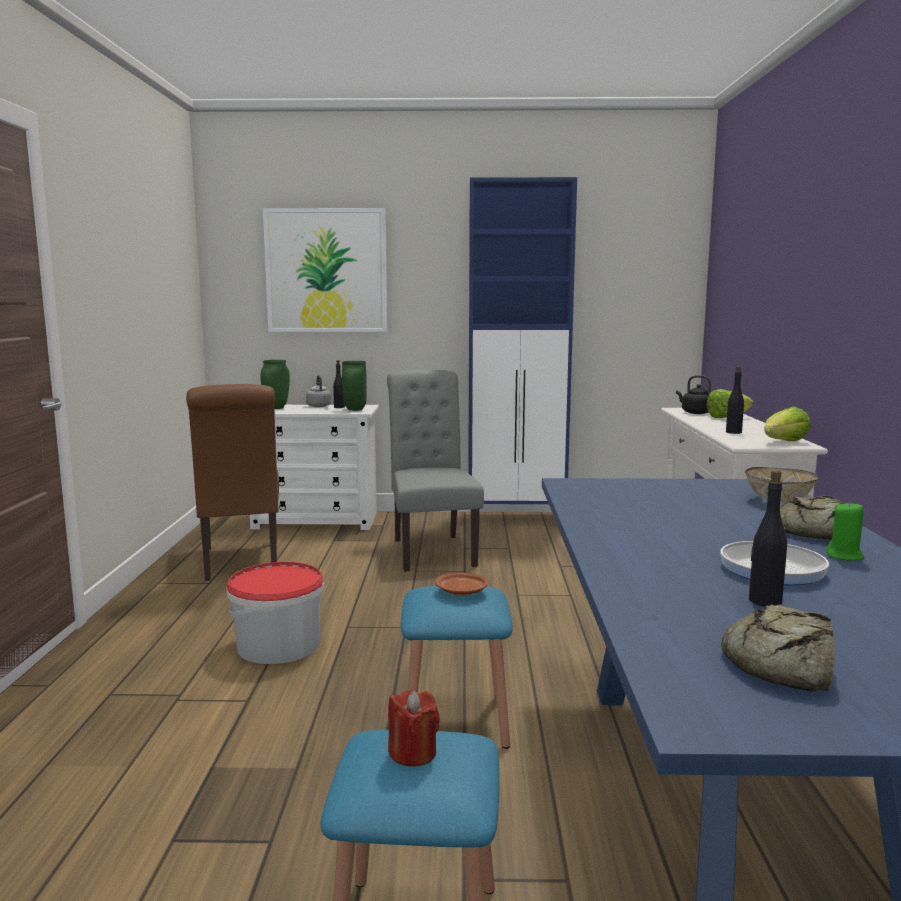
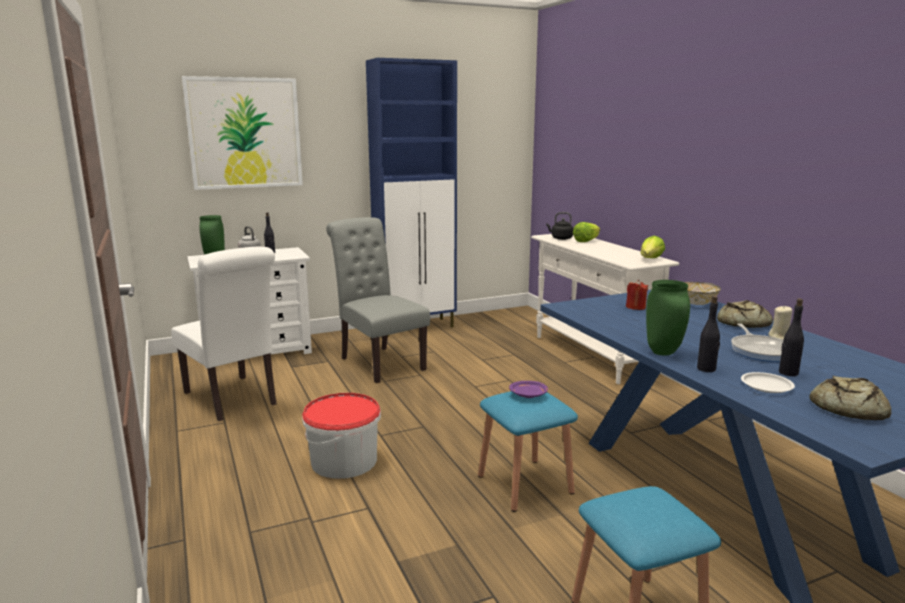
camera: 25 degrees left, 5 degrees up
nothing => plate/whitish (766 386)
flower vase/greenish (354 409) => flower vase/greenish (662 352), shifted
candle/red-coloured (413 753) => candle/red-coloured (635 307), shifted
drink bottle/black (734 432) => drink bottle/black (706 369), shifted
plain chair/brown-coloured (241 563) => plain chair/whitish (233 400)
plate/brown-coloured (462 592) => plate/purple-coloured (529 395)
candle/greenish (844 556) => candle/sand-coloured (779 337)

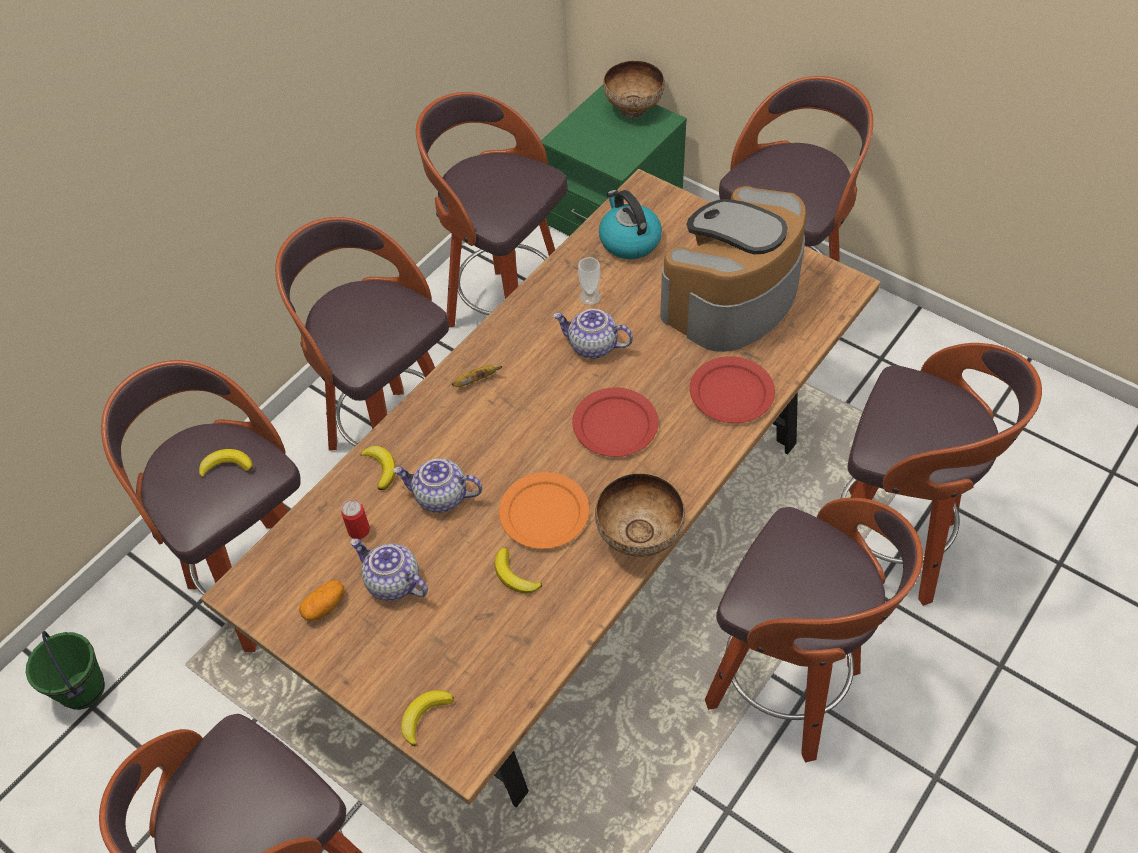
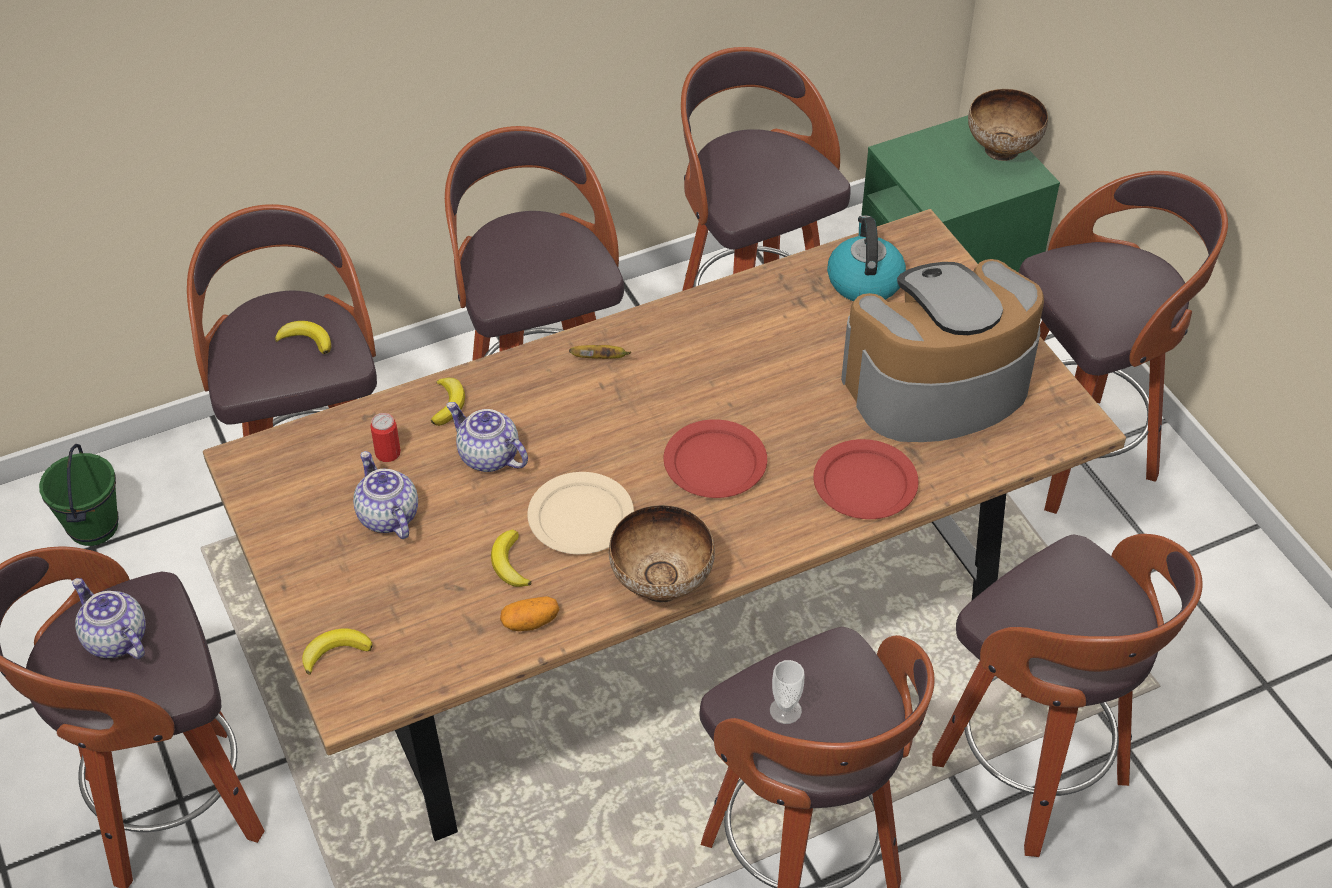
camera: 25 degrees right, 5 degrees down
spud (324 606) => spud (530 622), shifted
pot for tea (592 346) => pot for tea (115 639), shifted
small cup (590 297) => small cup (785 710), shifted
plate/orange (544 512) => plate/sand-coloured (581 516)

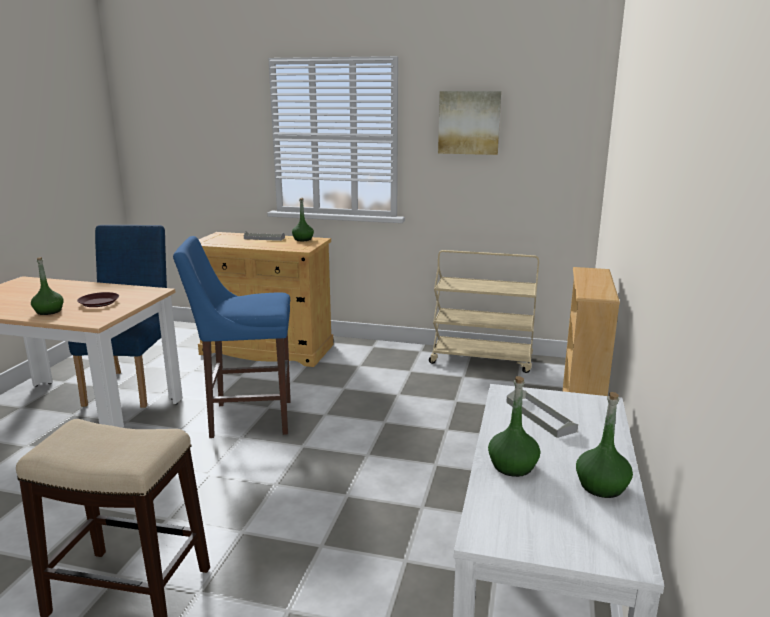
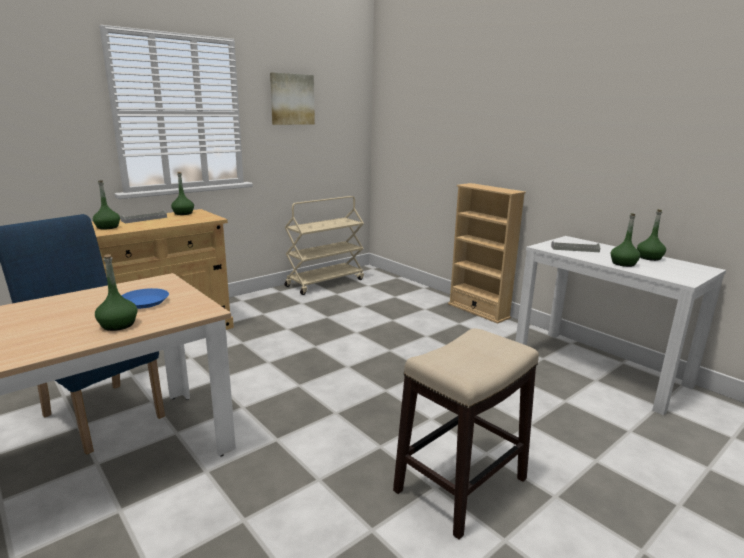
camera: 55 degrees left, 0 degrees up
stool seat/blue-coloured (246 418) => nothing
nothing => drink bottle/greenish (107 227)
plate/brown-coloured (99 302) => plate/blue-coloured (144 302)

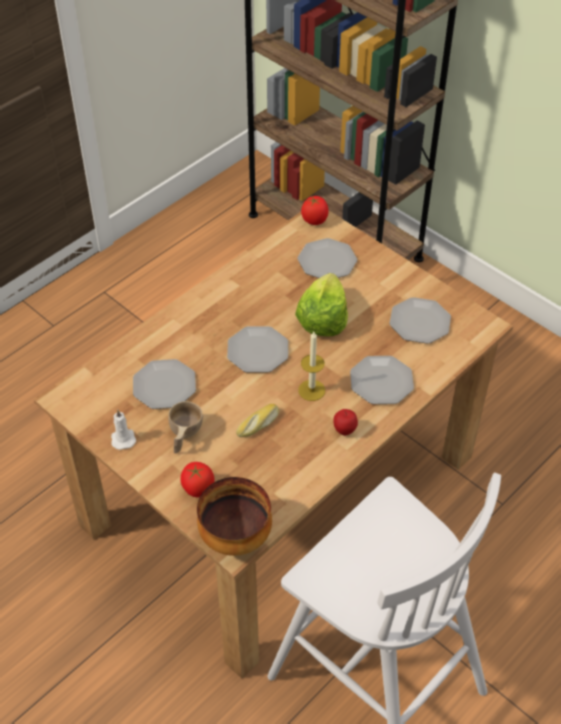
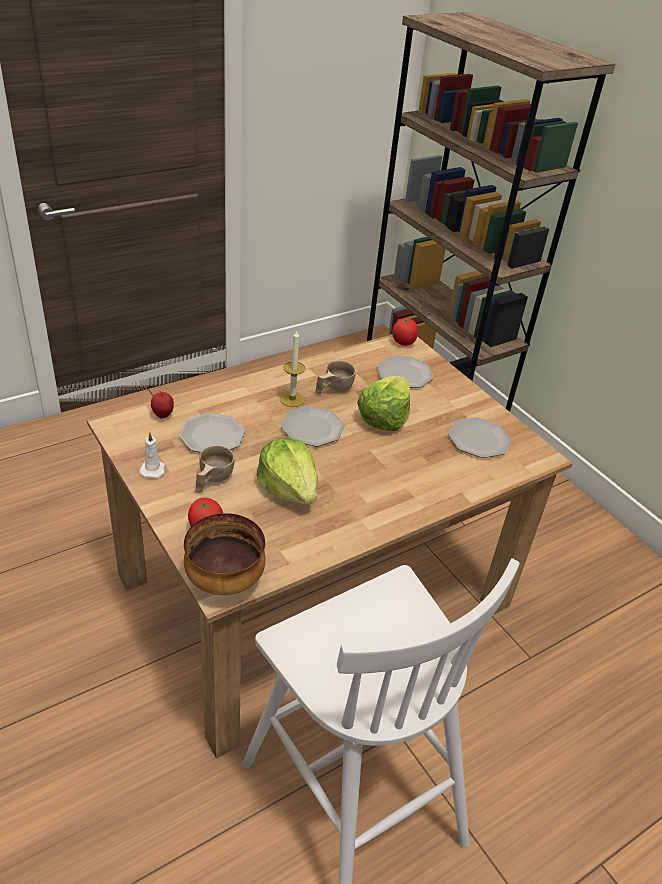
camera: 10 degrees right, 10 degrees down
plate (381 381) => nothing
nothing => small cup/sand-coloured (333 389)
candle (311 390) => candle (292 399), shifted
apple fruit (344 431) => apple fruit (163 416), shifted
baked bread (258 425) => lettuce head (289 488)

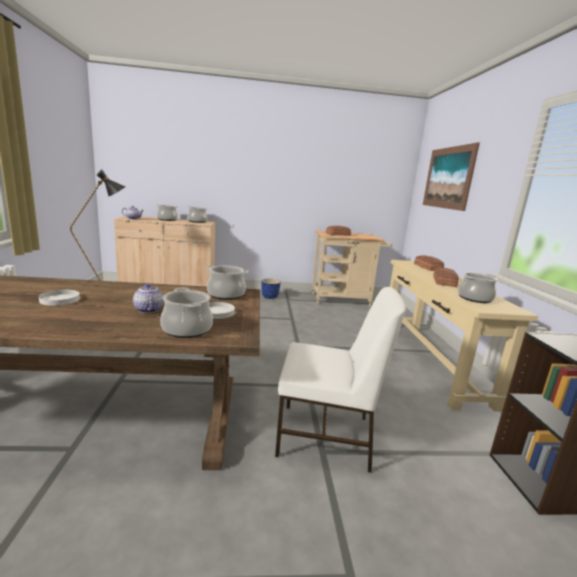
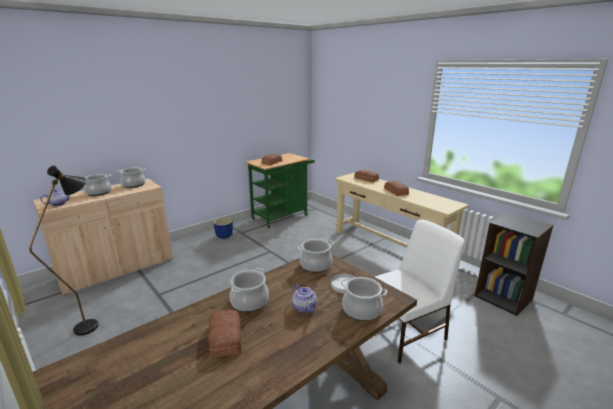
camera: 35 degrees left, 5 degrees up
picture (448 178) => nothing
cooking pot (475 298) => cooking pot (249 302), shifted
plate/whitish (59 299) => baked bread (224 338)
cart/sand-coloured (344 300) => cart/greenish (282 216)
pot for tea (148 310) => pot for tea (305 308), 150 degrees counterclockwise

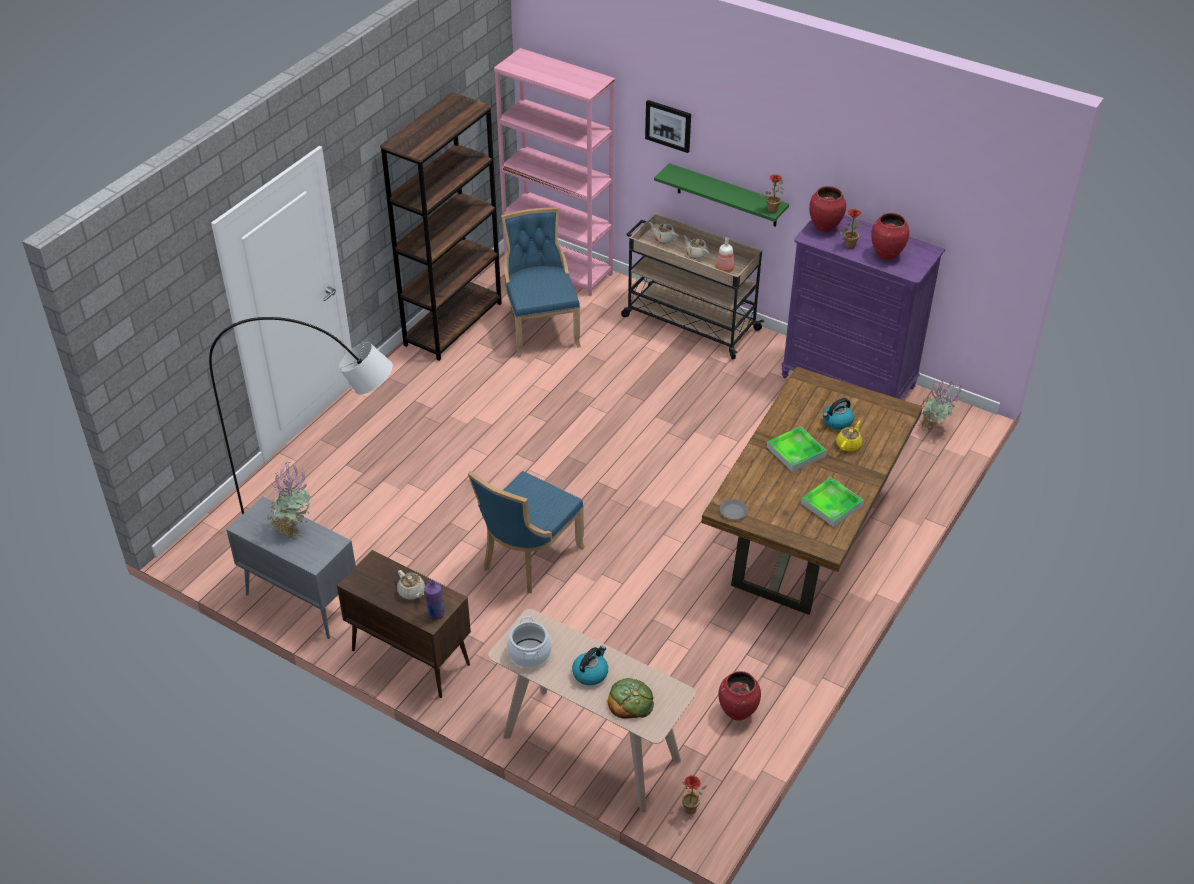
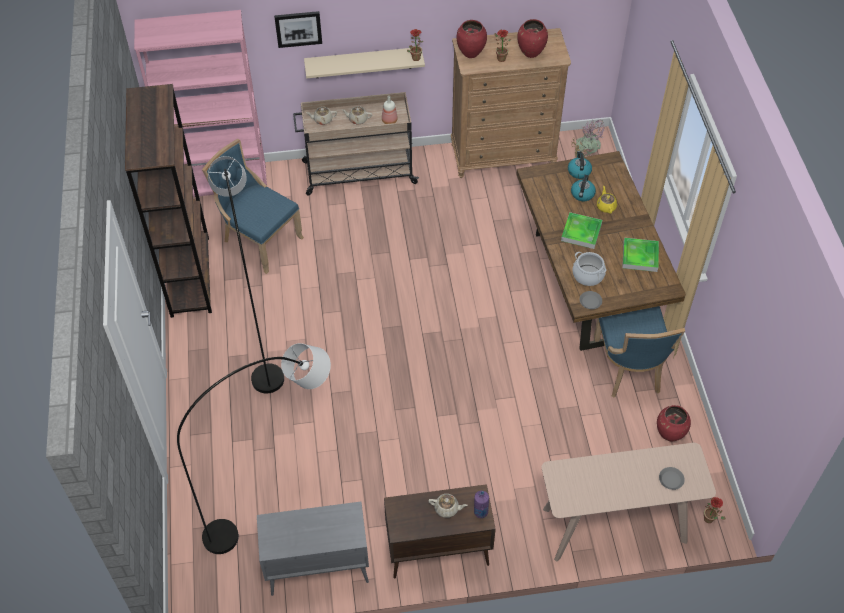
camera: 40 degrees left, 10 degrees up
plant in a pot (293 528) => nothing
nothing => floor lamp/greyish (258 331)
plain chair/blue-coloured (528 558) => plain chair/blue-coloured (629 370), shifted
cooking pot (529 653) => cooking pot (588 275), shifted
tea kettle (590 673) => tea kettle (579 171), shifted
baked bread (630 701) => plate/greyish (671 479)
wall shelf/greenish (727 196) => wall shelf/sand-coloured (363 62)
drawer chest/purple-coloured (848 382) => drawer chest/brown-coloured (503 156)

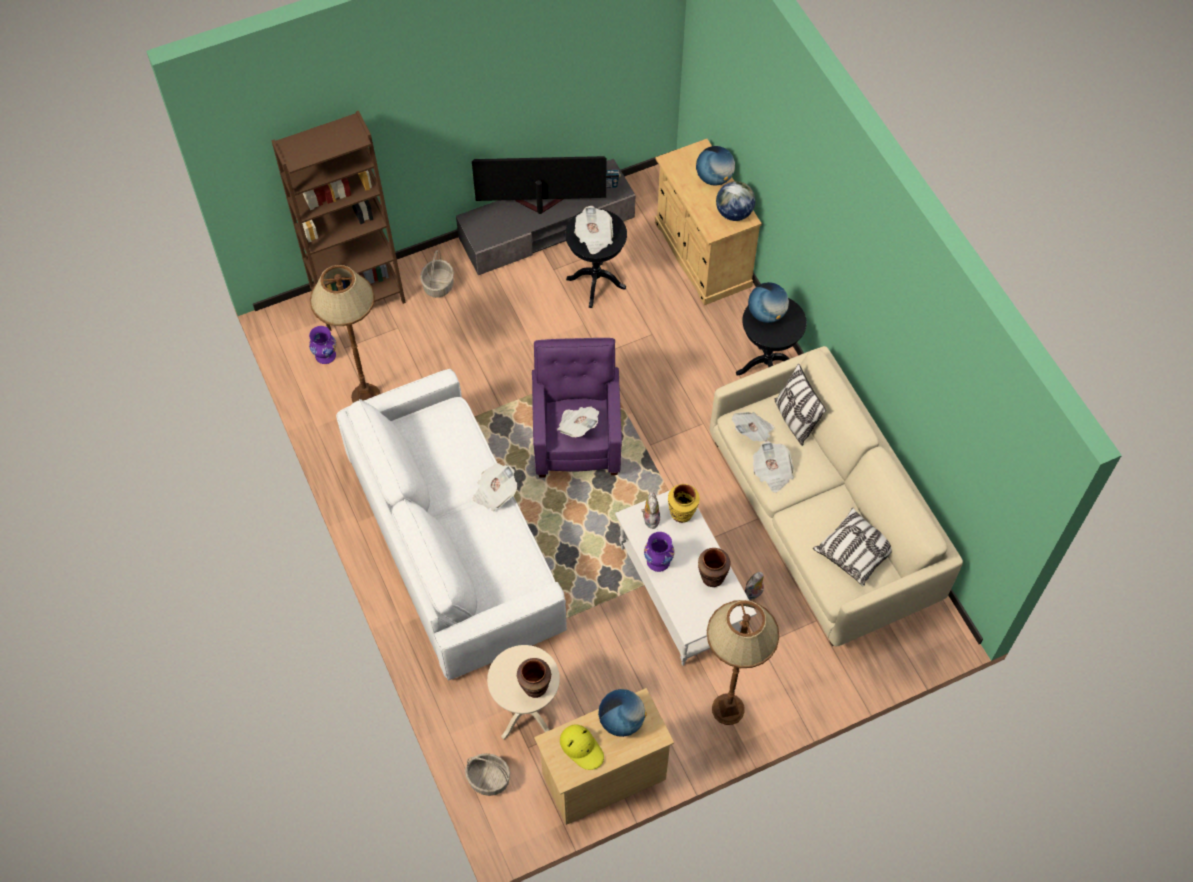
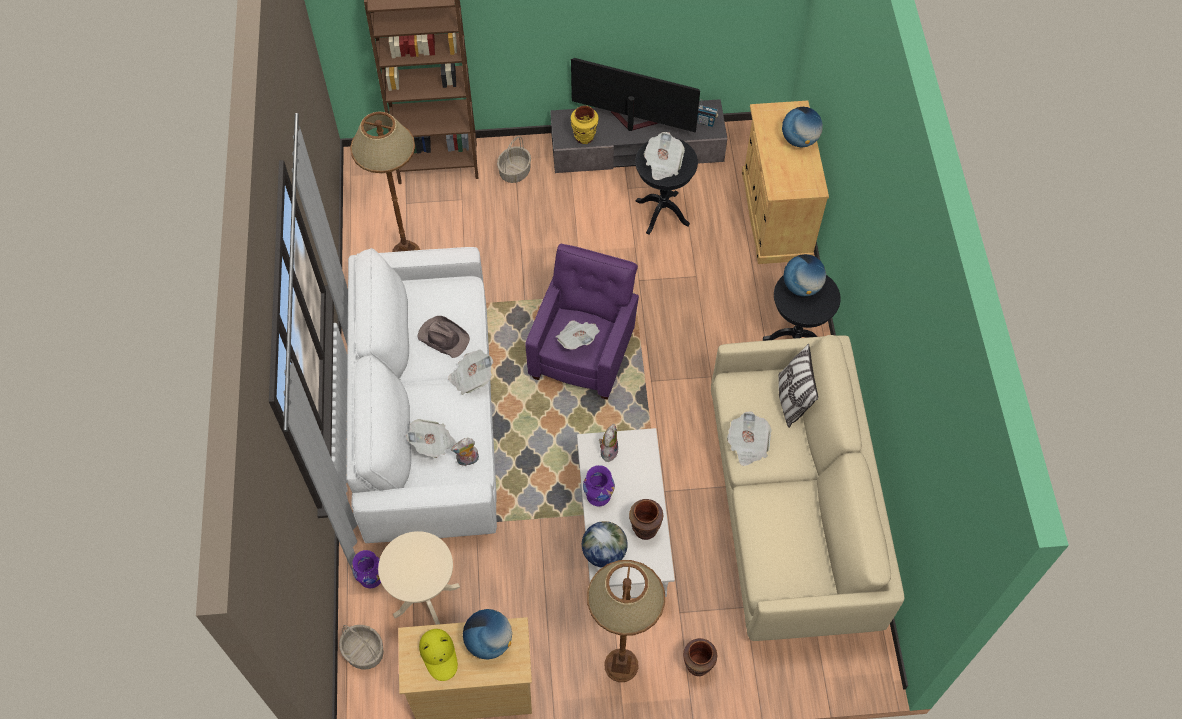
camera: 20 degrees right, 0 degrees up
throw pillow (855 551) => nothing
nothing => wearable hat/brown-coloured (443 337)
flower vase/purple-coloured (325 355) => flower vase/purple-coloured (371 577), shifted
flower vase/brown-coloured (535 687) => flower vase/brown-coloured (697 665), shifted
flower vase/yellow (682 513) => flower vase/yellow (584 137), shifted
world globe (734 213) => world globe (604 552), shifted
printed paper (753 432) => printed paper (433 444), shifted
soft toy (753 593) => soft toy (467 460), shifted

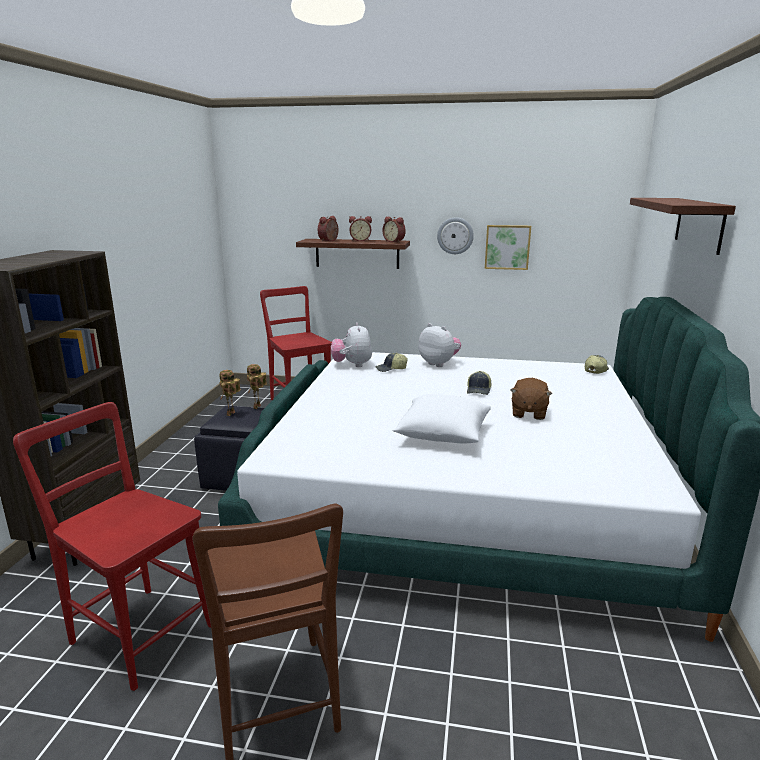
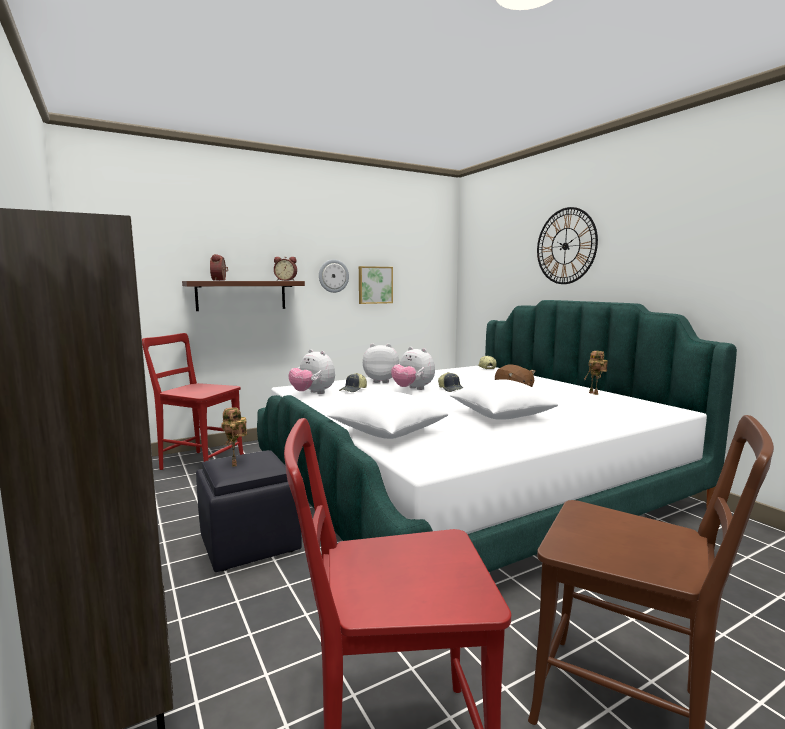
camera: 40 degrees left, 10 degrees down
bedside clock (360 240) => nothing
nothing => throw pillow/whitish (387 433)
nothing => soft toy (412 389)
robot figure (257 407) => robot figure (595 393), shifted
wall shelf (699 224) => clock on the wall (565 246)

